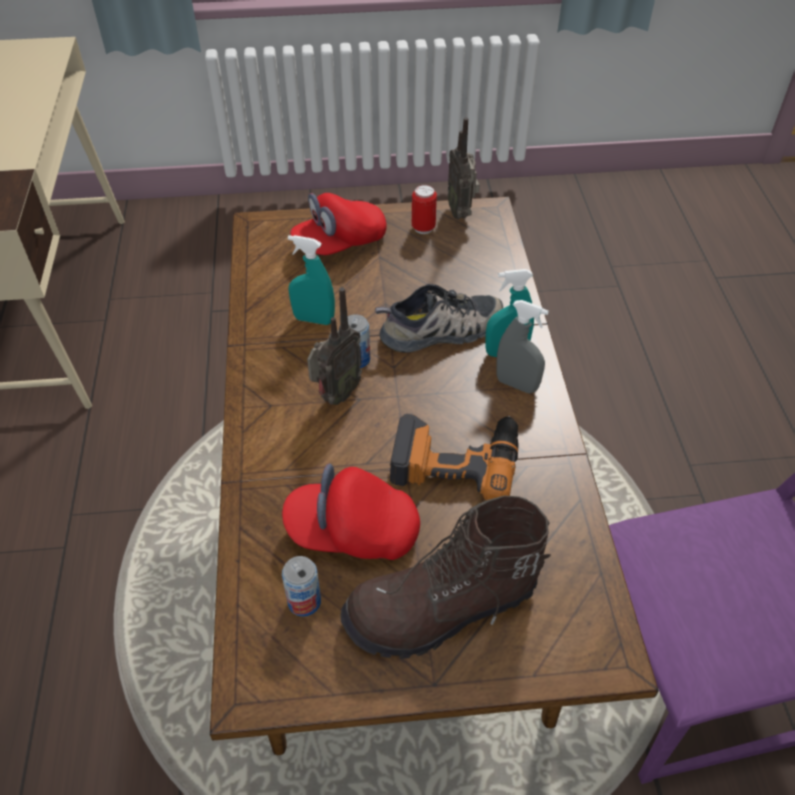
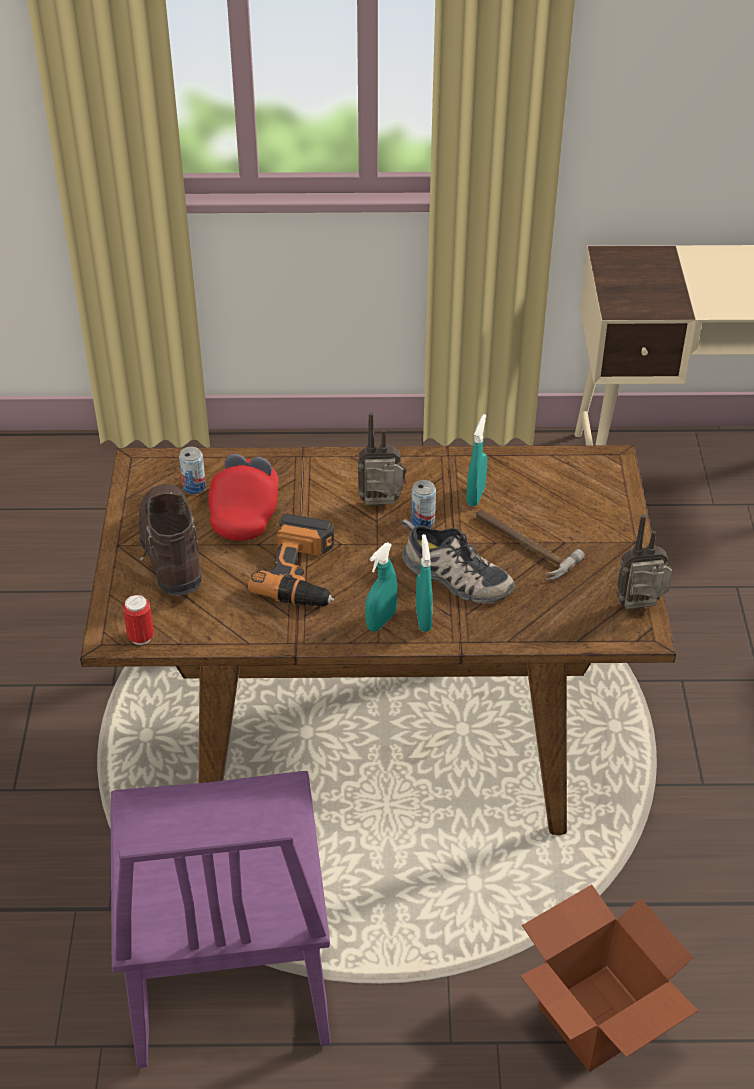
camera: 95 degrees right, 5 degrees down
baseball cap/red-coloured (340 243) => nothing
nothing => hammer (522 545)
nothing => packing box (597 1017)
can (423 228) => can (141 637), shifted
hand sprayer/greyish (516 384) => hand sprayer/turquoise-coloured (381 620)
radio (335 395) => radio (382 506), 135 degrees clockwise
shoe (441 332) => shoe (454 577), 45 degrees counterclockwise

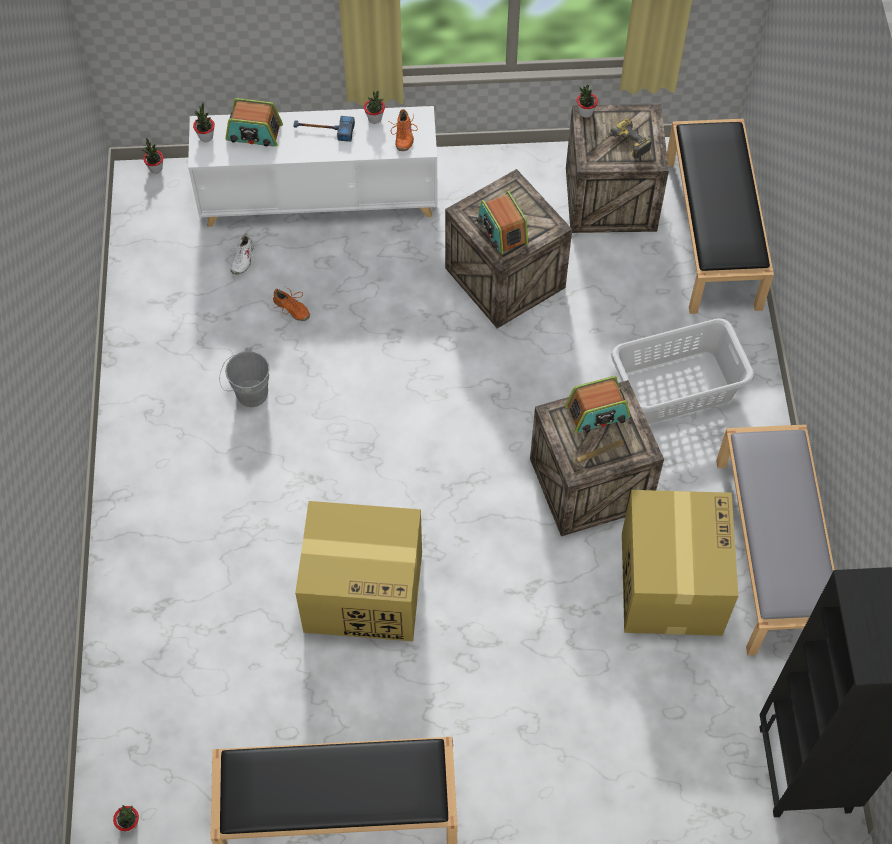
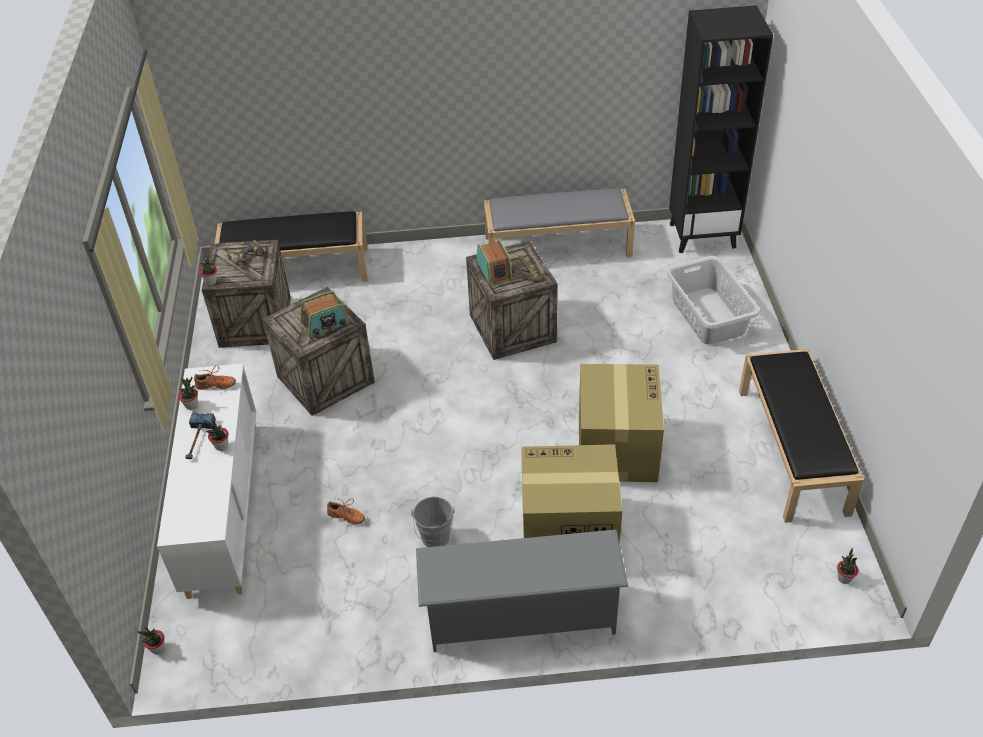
camera: 90 degrees left, 15 degrees down
radio (254 133) => nothing
shoe/whitish (242 259) => nothing
nothing => shoe shelf/greyish (521 616)
plant in a pot (206 137) => plant in a pot (221 446), shifted
washing basket/greyish (675 387) => washing basket/greyish (708 316), shifted
packing box (670 582) => packing box (567 529), shifted
shoe/orange (291 309) => shoe/orange (346 517), 75 degrees clockwise

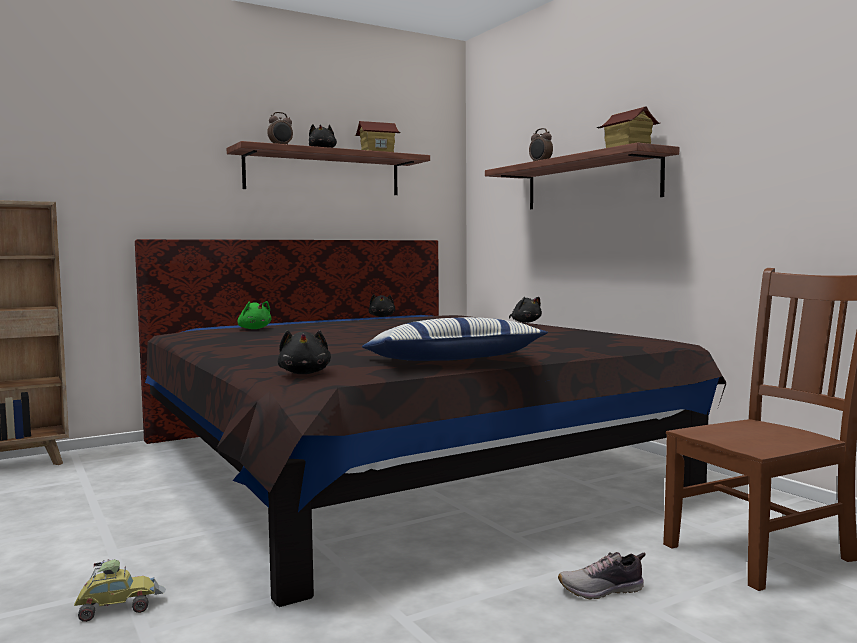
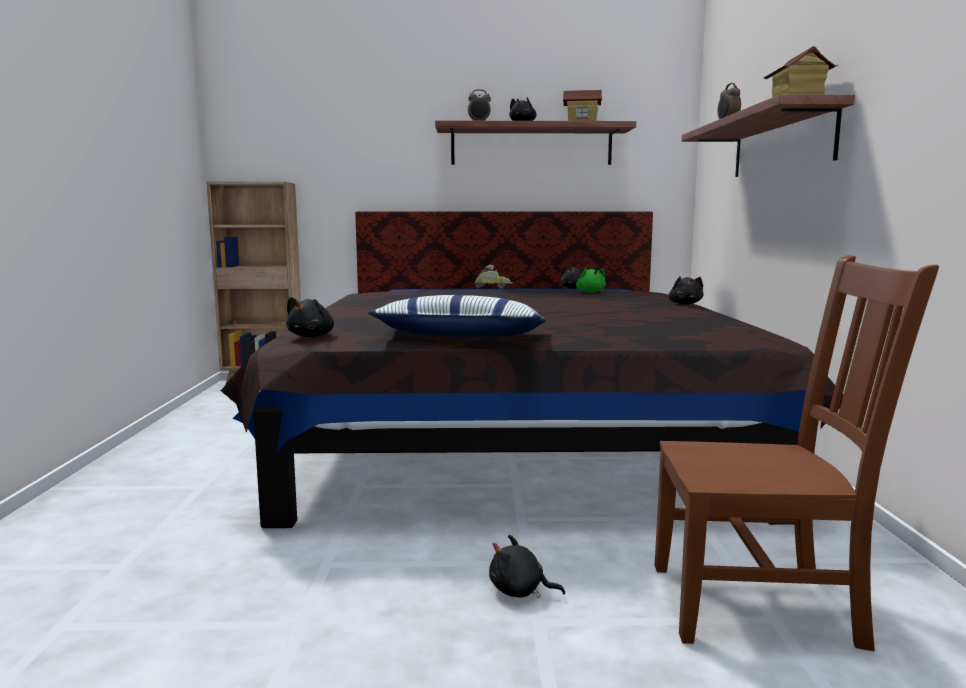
camera: 30 degrees right, 5 degrees up
toy car (117 606) => toy car (492 287), shifted
soft toy/greenish (254 329) => soft toy/greenish (590 292), shifted
shoe (602 590) => soft toy/black (520 591)

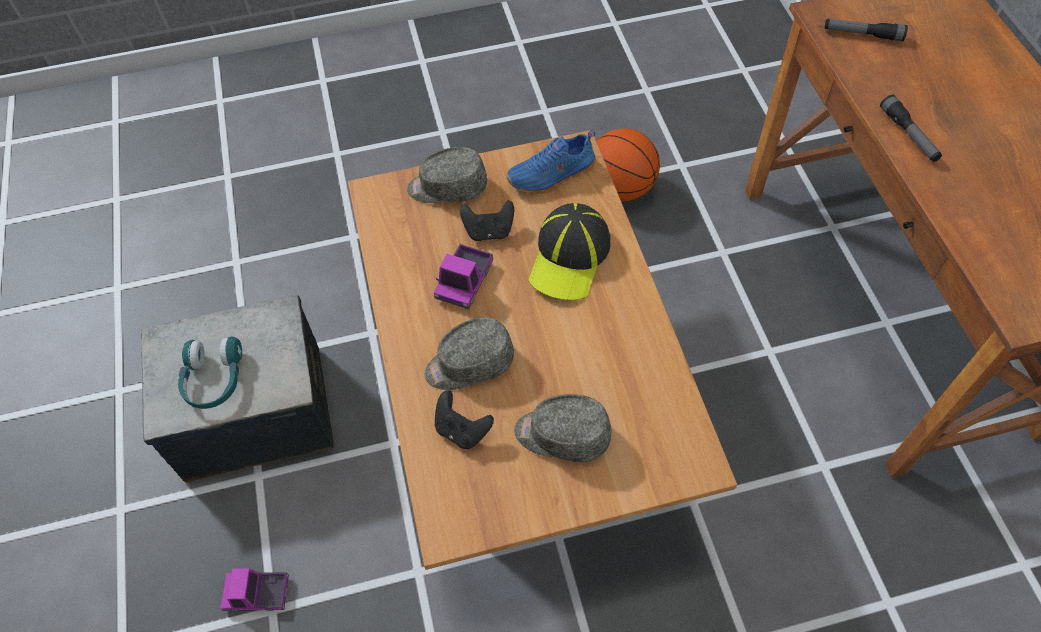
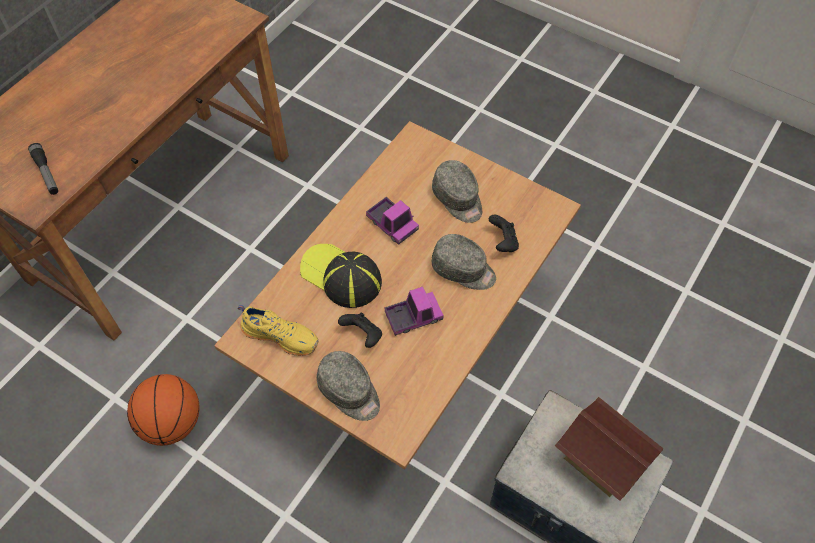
camera: 135 degrees left, 0 degrees up
hand torch (908 135) => nothing
toy truck (257 594) => toy truck (392 224), shifted
headset/turquoise-coloured (214 380) => miniature house (600 462)
shoe/blue-coloured (552 176) => shoe/yellow (281 335)
baseball cap (569 257) => baseball cap (341 276), 120 degrees counterclockwise

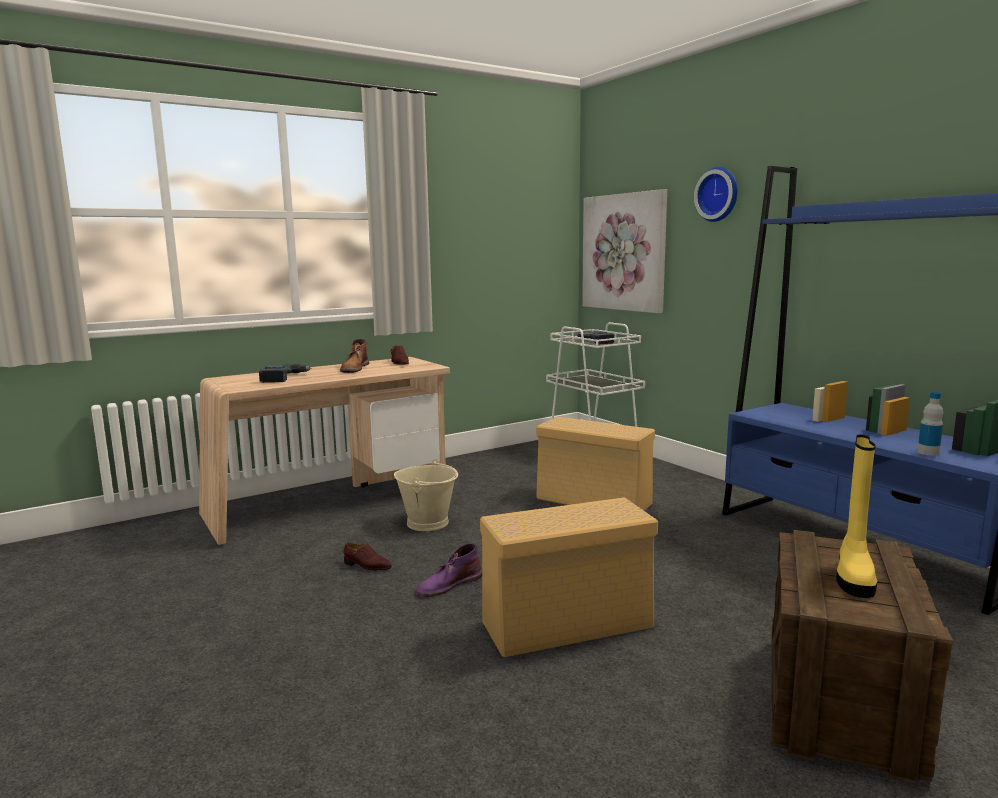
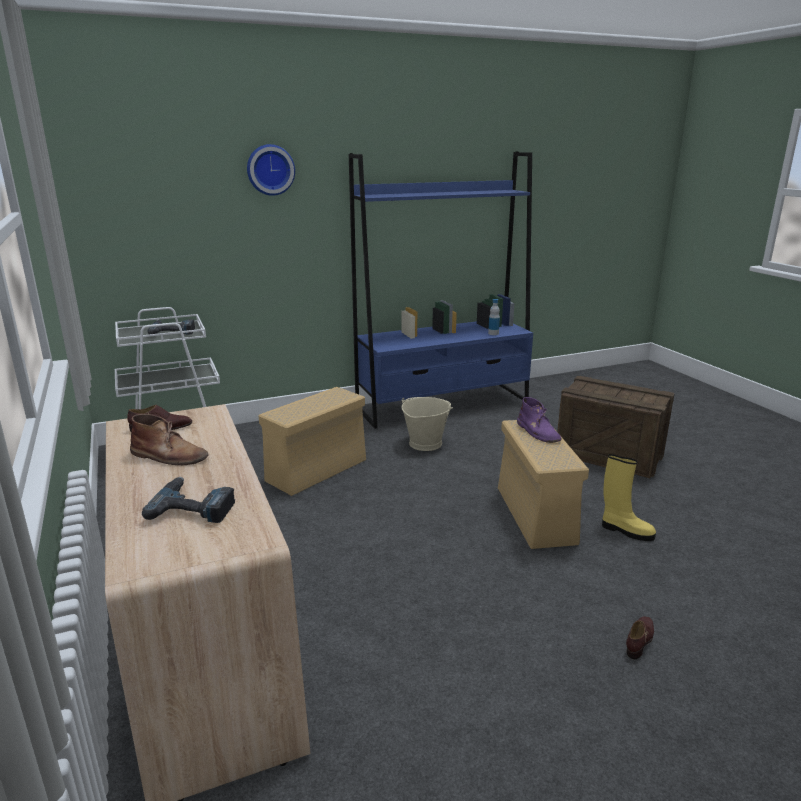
camera: 80 degrees left, 10 degrees up
picture (623 252) => nothing
shoe/brown-coloured (367 566) => shoe/brown-coloured (640 640), shifted
pail/sand-coloured (428 522) => pail/sand-coloured (425 443), shifted
high-top boot/purple-coloured (448 584) => high-top boot/purple-coloured (538 432), shifted
high-top boot/yellow (853 575) => high-top boot/yellow (625 531), shifted

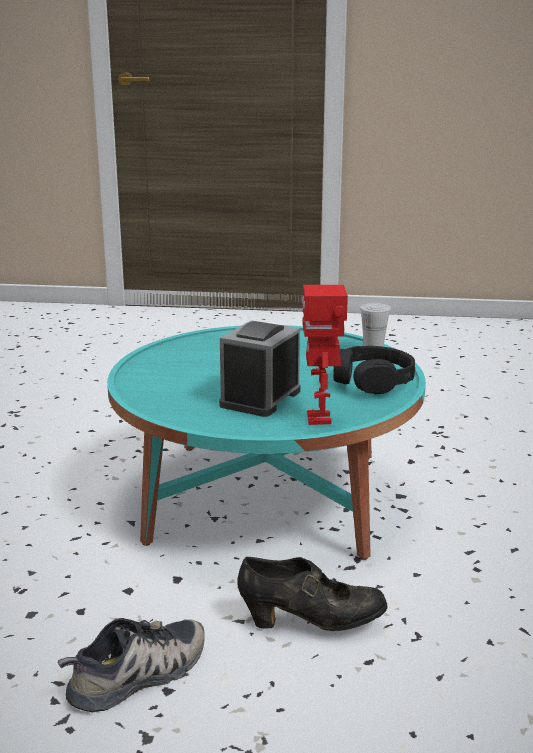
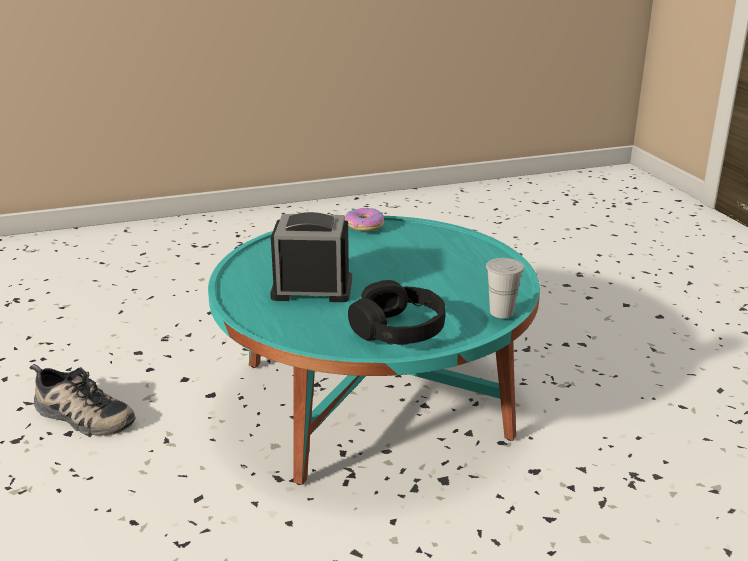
camera: 65 degrees right, 5 degrees up
shoe/black (312 623) => nothing
robot figure (320 419) => nothing
nothing => donut (364 225)

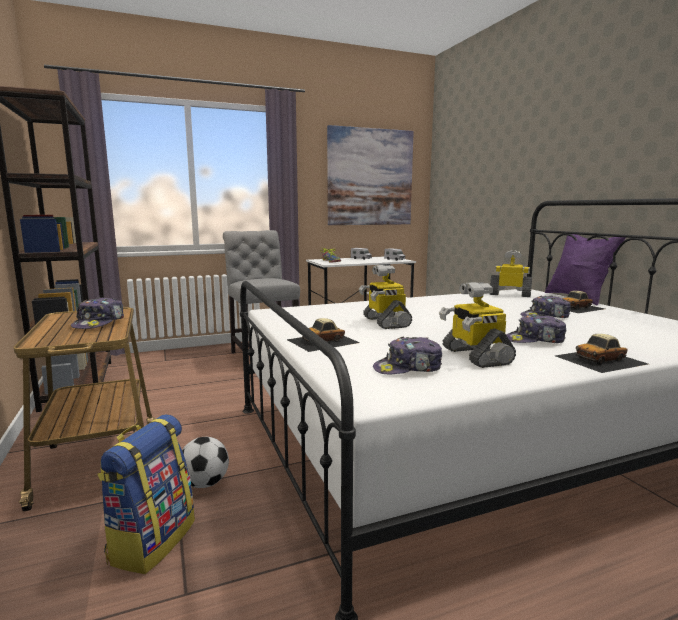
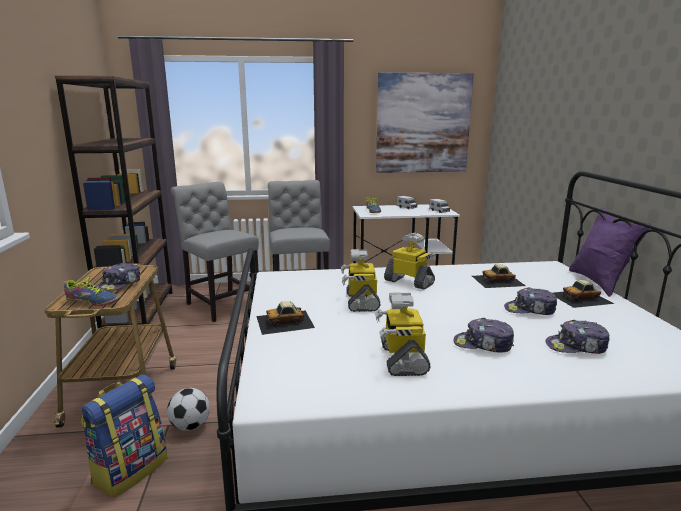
camera: 15 degrees right, 5 degrees up
nothing => shoe (92 301)
nothing => plain chair/greyish (221 304)
baseball cap (408 369) => baseball cap (576 347), shifted
robot figure (510 294) => robot figure (410 282), shifted
toy car (601 359) => toy car (498 280), shifted

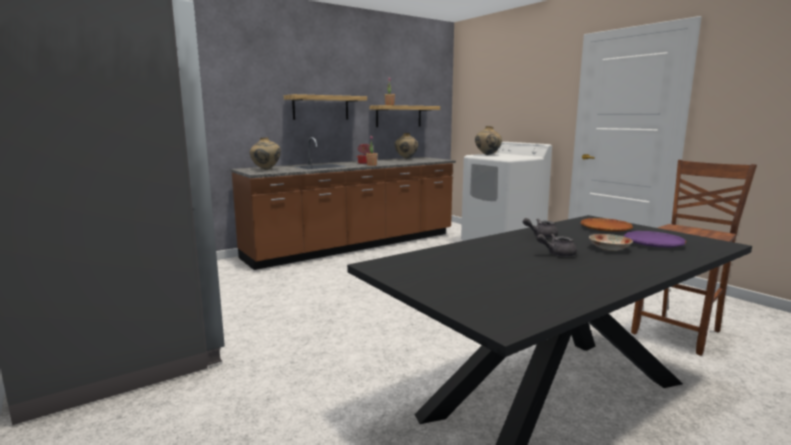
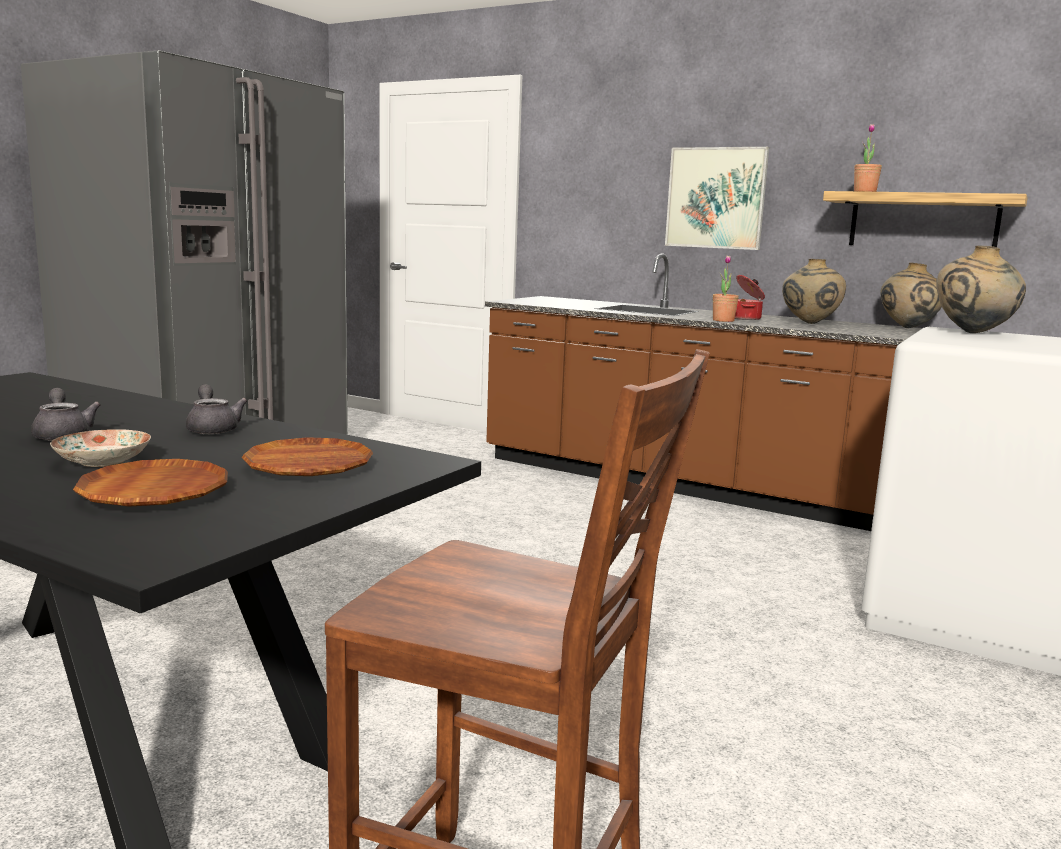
camera: 65 degrees right, 0 degrees up
flower vase/sand-coloured (266 169) => flower vase/sand-coloured (809 323), shifted
wall shelf (321 108) => picture (716 198)
plate/purple-coloured (653 243) => plate/brown-coloured (154 493)

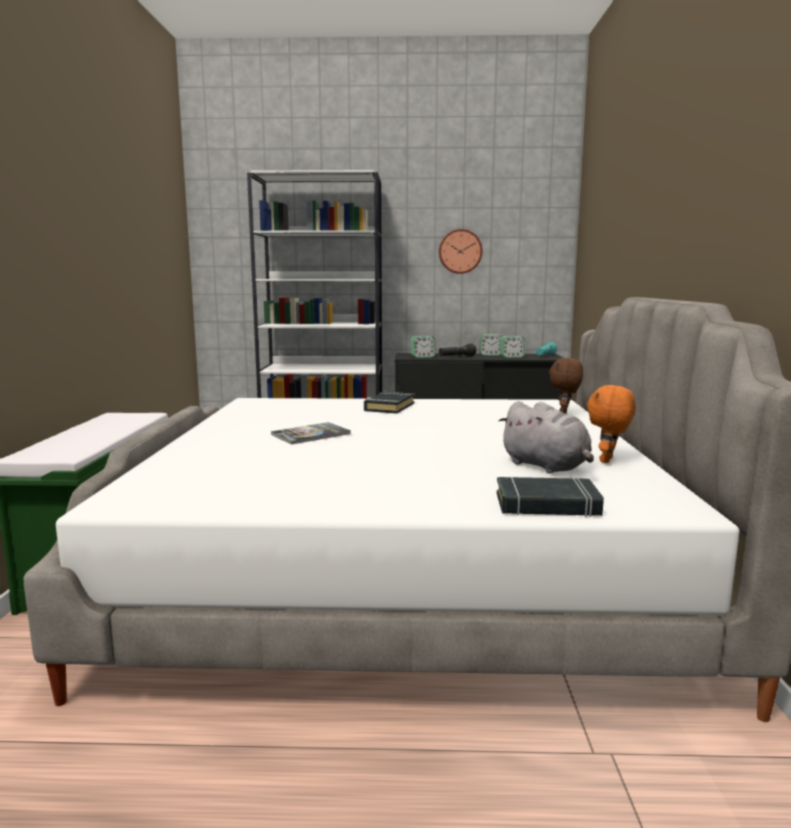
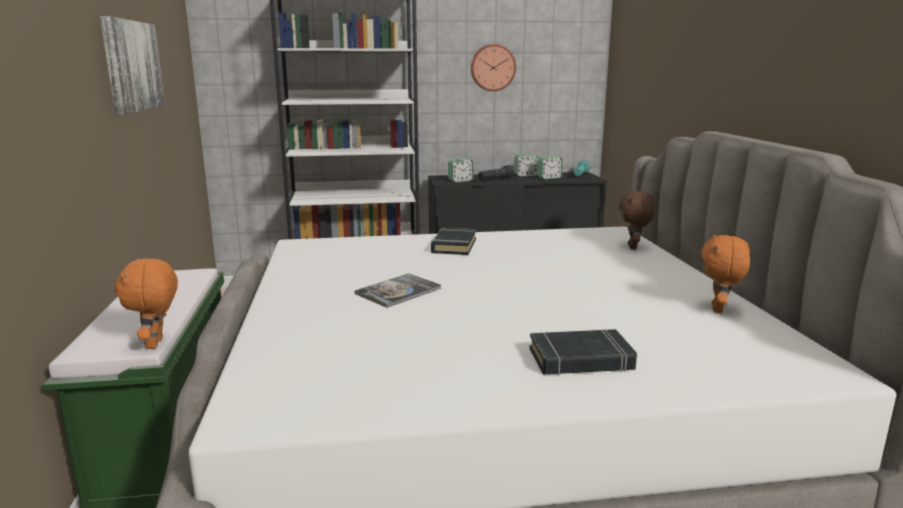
camera: 10 degrees left, 5 degrees up
soft toy/greyish (547 467) => nothing
nothing => picture (131 66)
nothing => soft toy/orange (156 344)
book/black (547 505) => book/black (581 359), shifted

